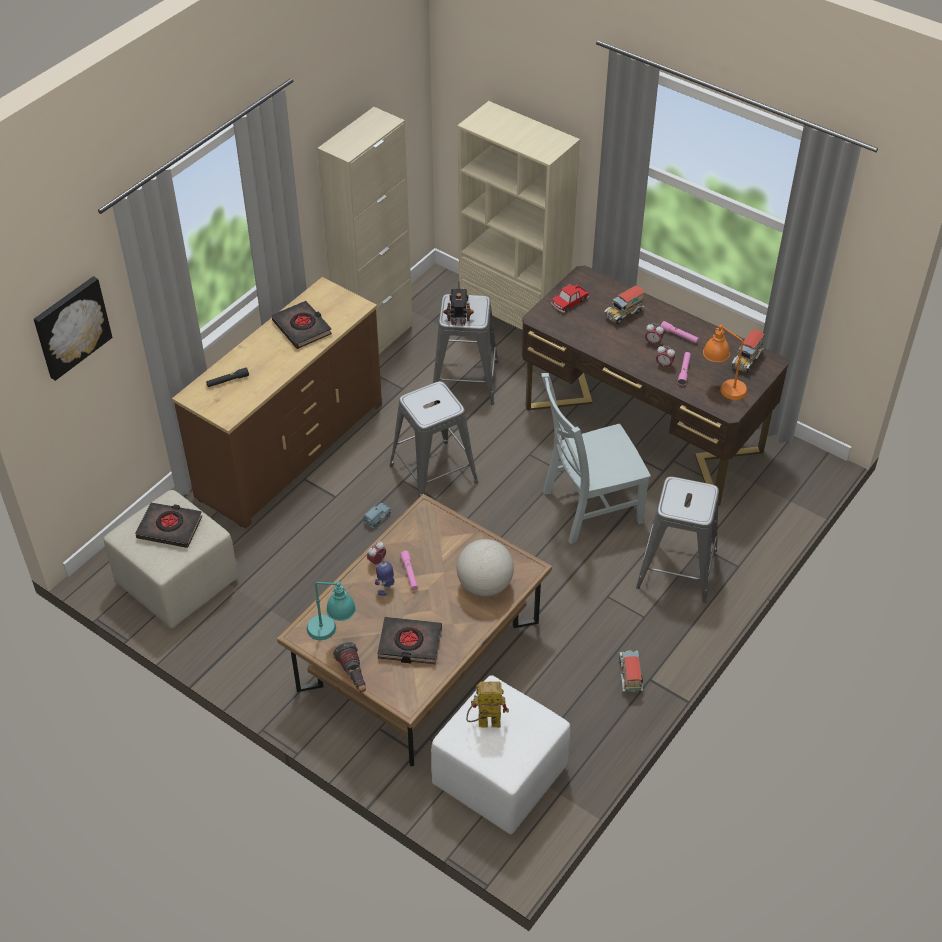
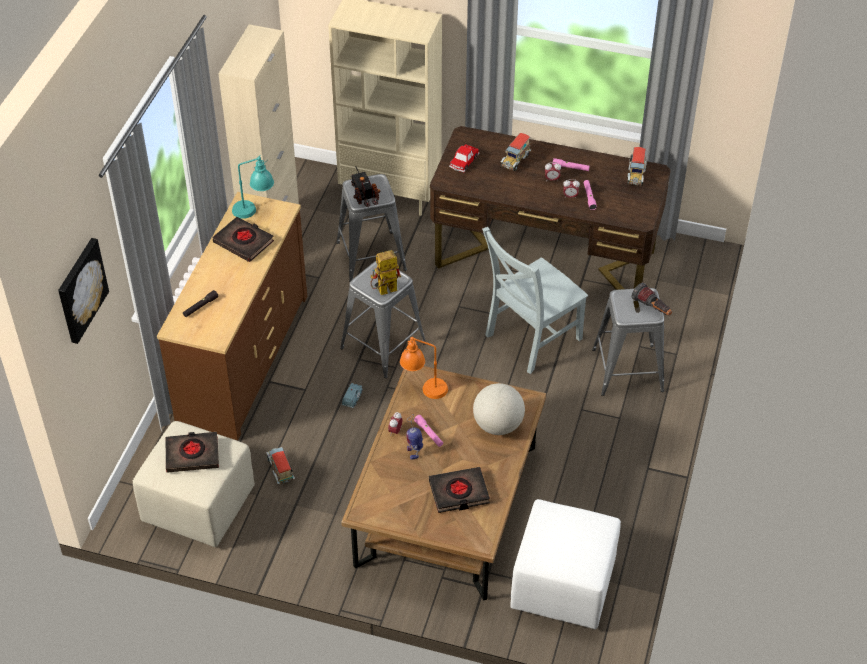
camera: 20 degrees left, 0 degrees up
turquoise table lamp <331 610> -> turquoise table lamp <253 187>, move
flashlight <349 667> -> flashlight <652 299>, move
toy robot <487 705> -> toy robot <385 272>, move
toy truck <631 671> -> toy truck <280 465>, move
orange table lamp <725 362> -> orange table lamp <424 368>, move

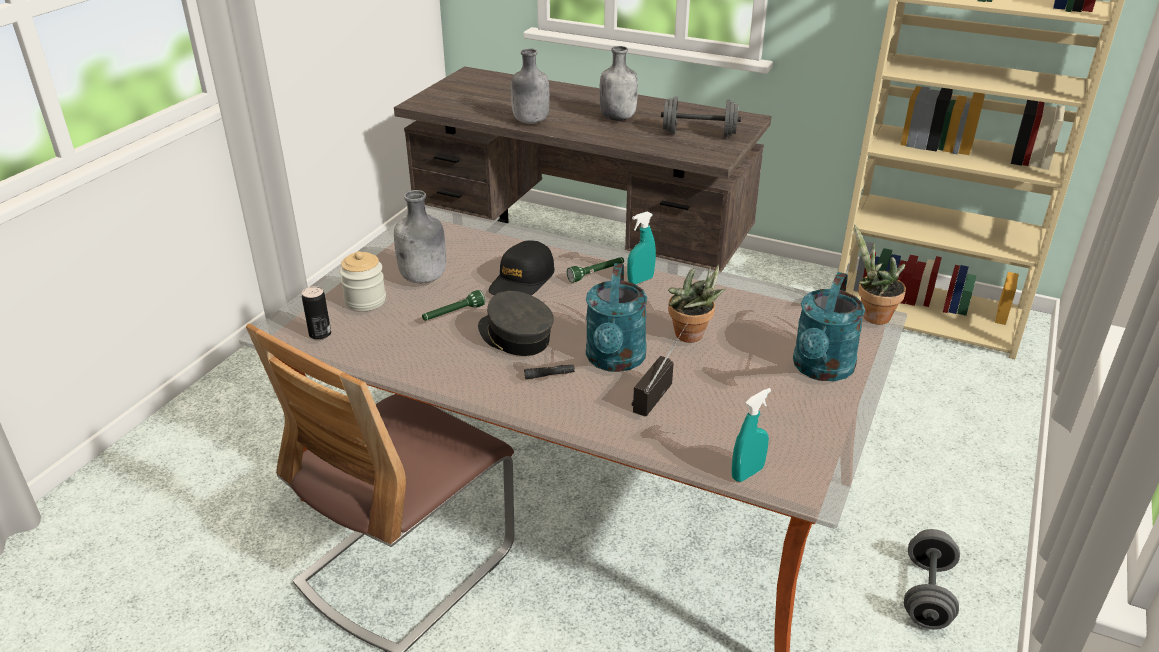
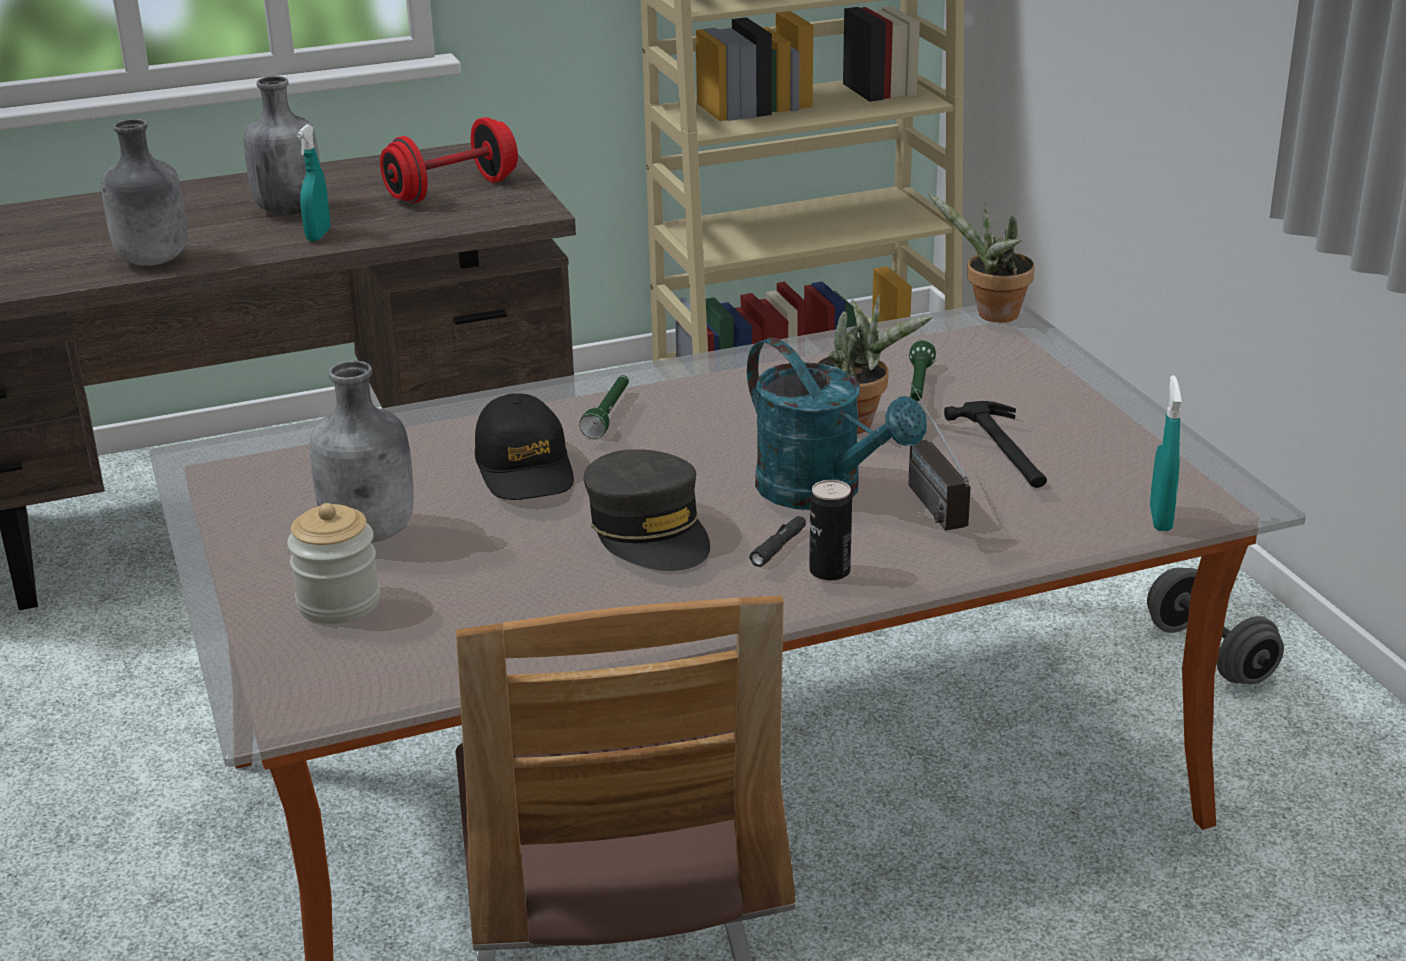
camera: 45 degrees left, 5 degrees down
turquoise watering can <829 326> -> none
none -> hammer <995 444>
can <316 313> -> can <830 530>, move
green flashlight <453 305> -> green flashlight <922 370>, move
turquoise spray bottle <641 248> -> turquoise spray bottle <313 183>, move
grey dumbbell <701 117> -> red dumbbell <449 160>
grey cap <516 323> -> grey cap <647 510>, 120 degrees counterclockwise

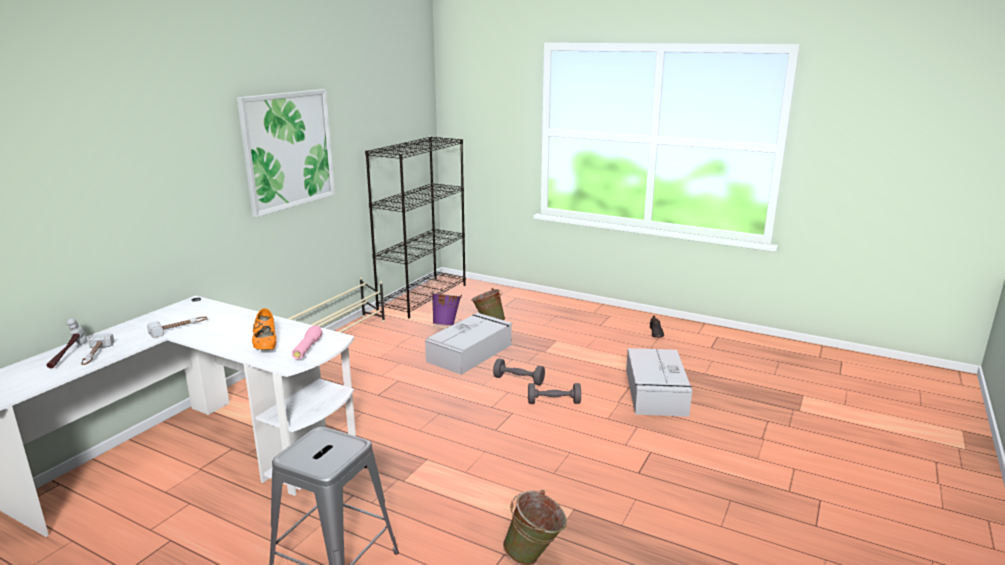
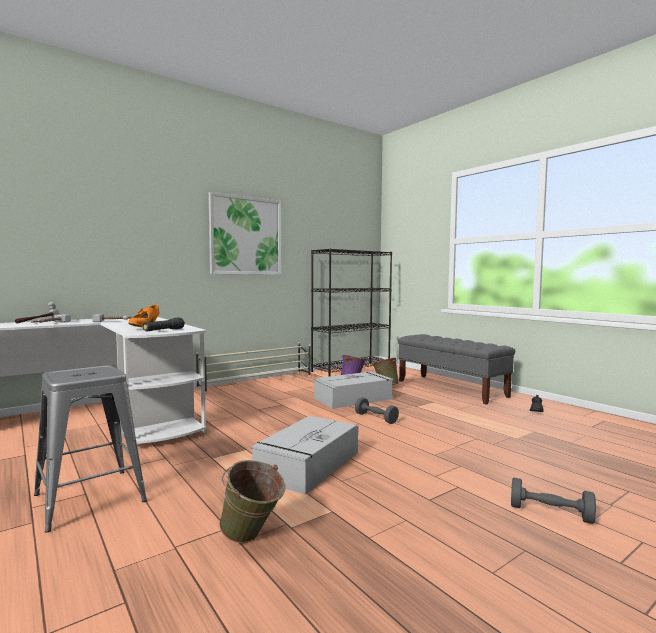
camera: 25 degrees right, 15 degrees down
none -> grey bench <456 369>
grey dumbbell <554 393> -> grey dumbbell <553 501>, move
grey storage box <659 382> -> grey storage box <304 455>, move
pink flashlight <307 342> -> black flashlight <164 324>

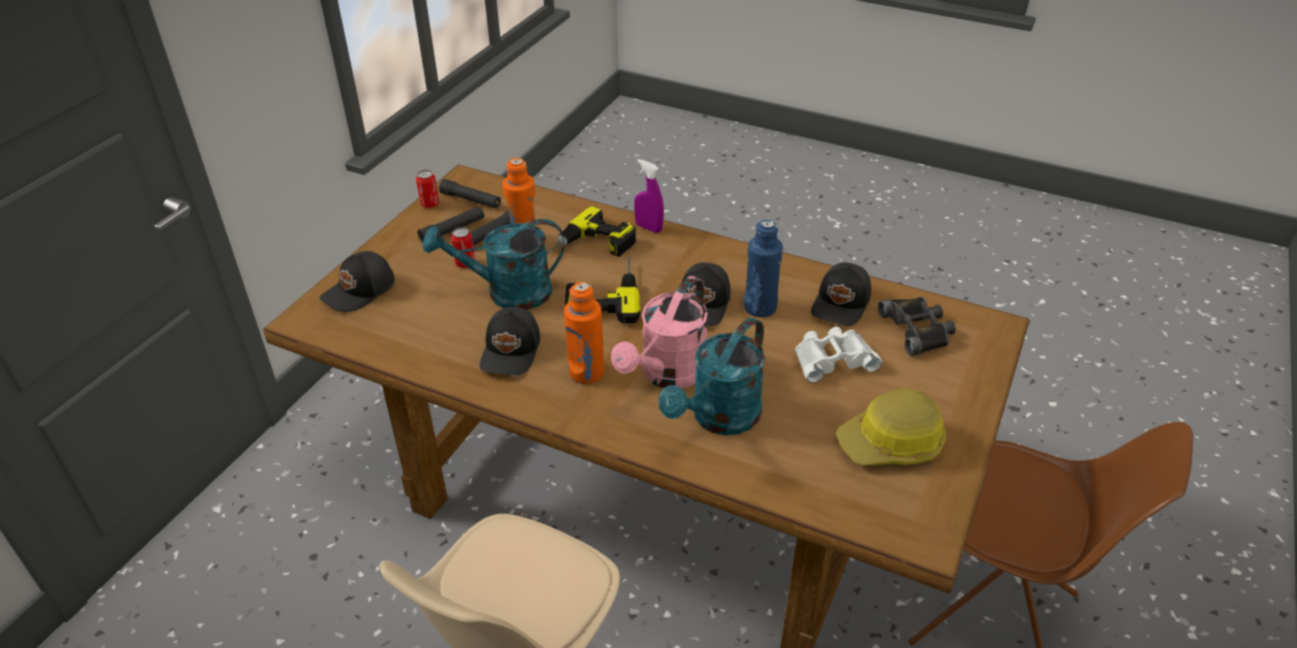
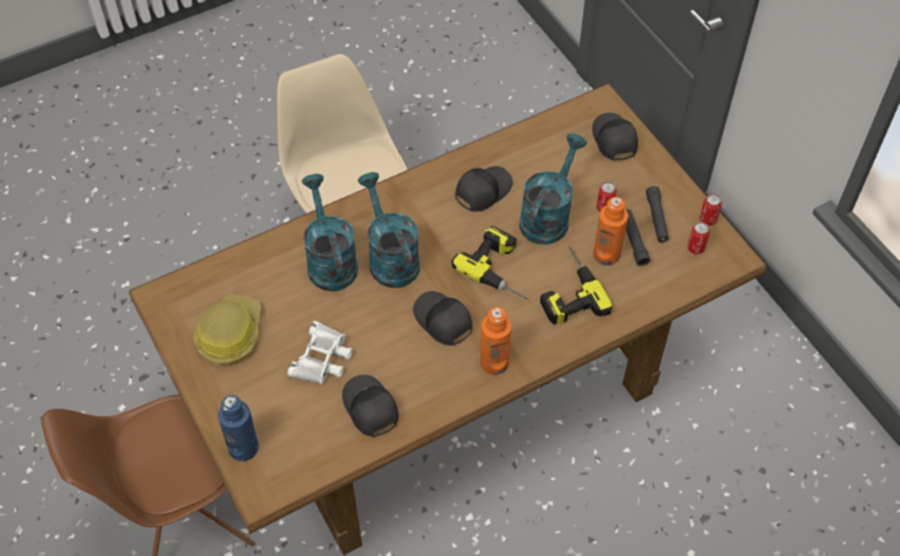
camera: 125 degrees right, 15 degrees up
purple spray bottle <649 196> -> none
black binoculars <917 326> -> none
orange bottle <584 333> -> orange bottle <496 341>, move
blue bottle <763 268> -> blue bottle <238 428>, move
black flashlight <470 193> -> can <698 238>
pink watering can <659 332> -> turquoise watering can <389 230>
black cap <510 341> -> black cap <484 189>, 90 degrees clockwise

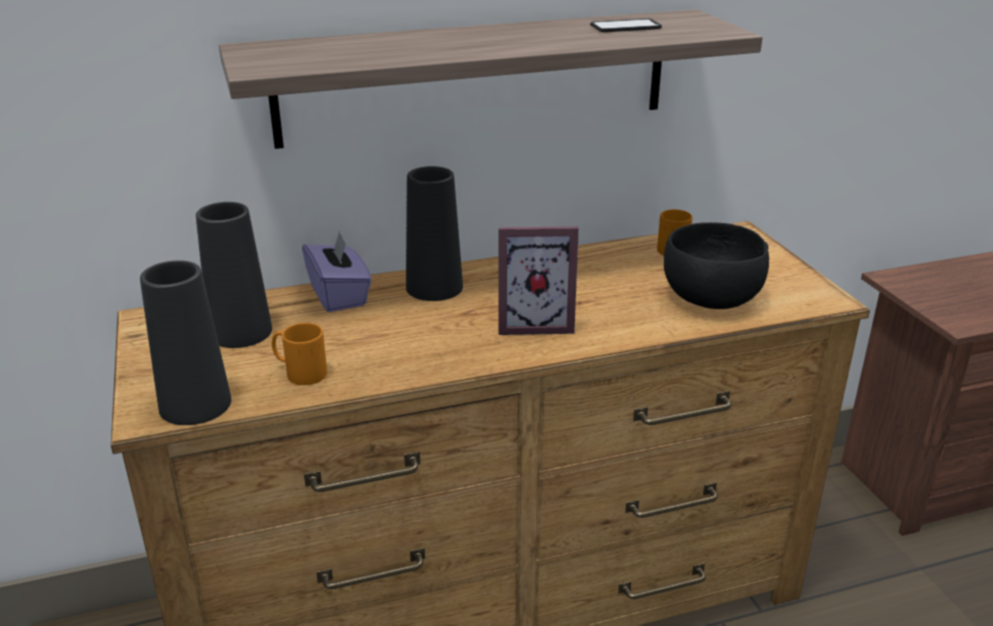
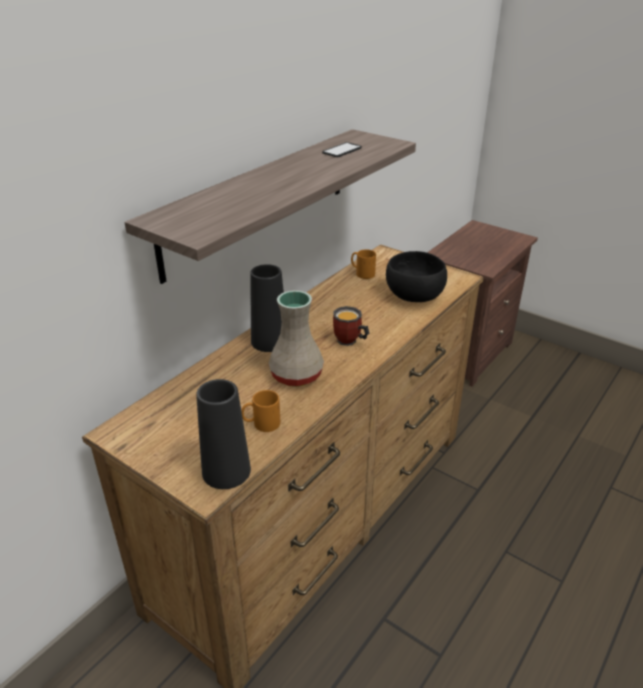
camera: 35 degrees left, 5 degrees up
black vase <234 275> -> none
purple tissue box <337 271> -> none
none -> beige vase <296 338>
picture frame <539 280> -> mug <351 326>

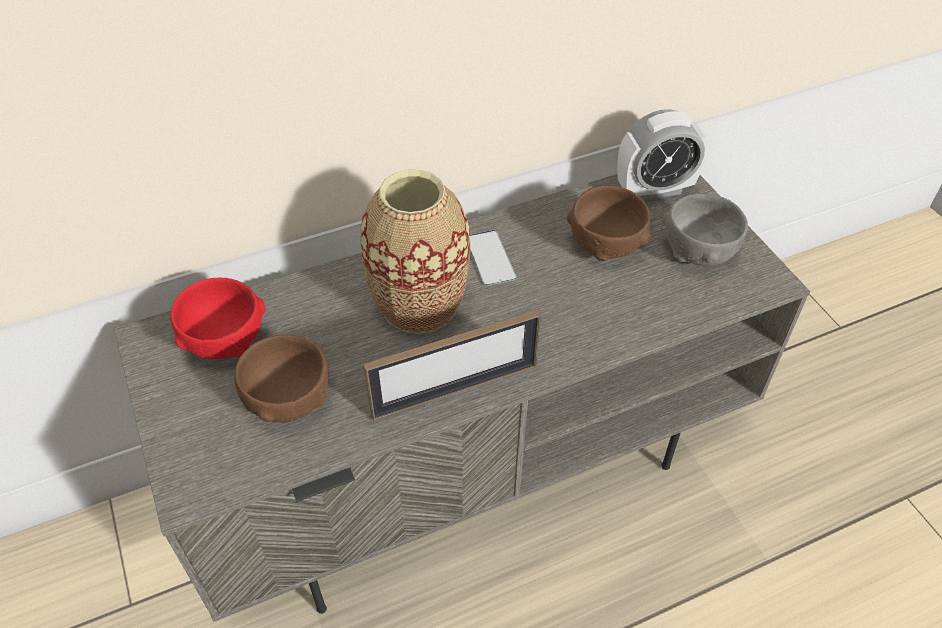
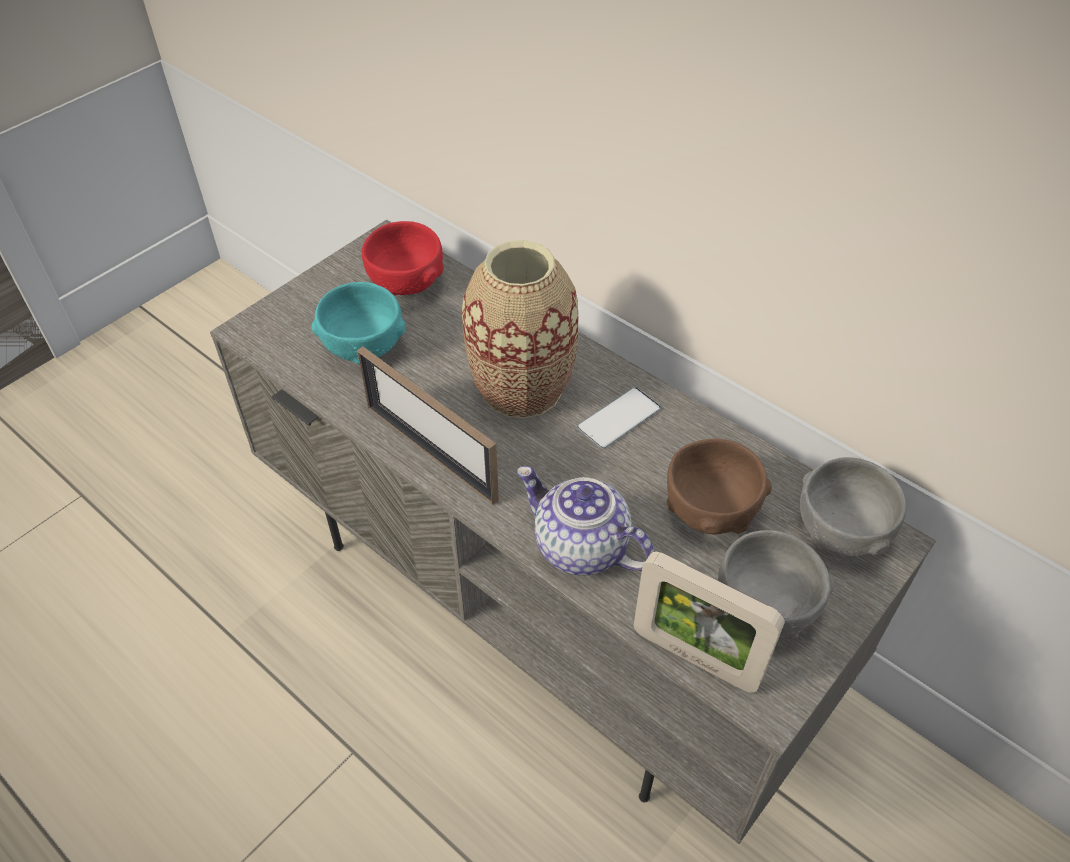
camera: 65 degrees right, 0 degrees up
none -> teapot <585 520>
none -> picture frame <709 622>
alarm clock <662 155> -> grey bowl <853 506>
brown bowl <281 379> -> turquoise bowl <359 323>

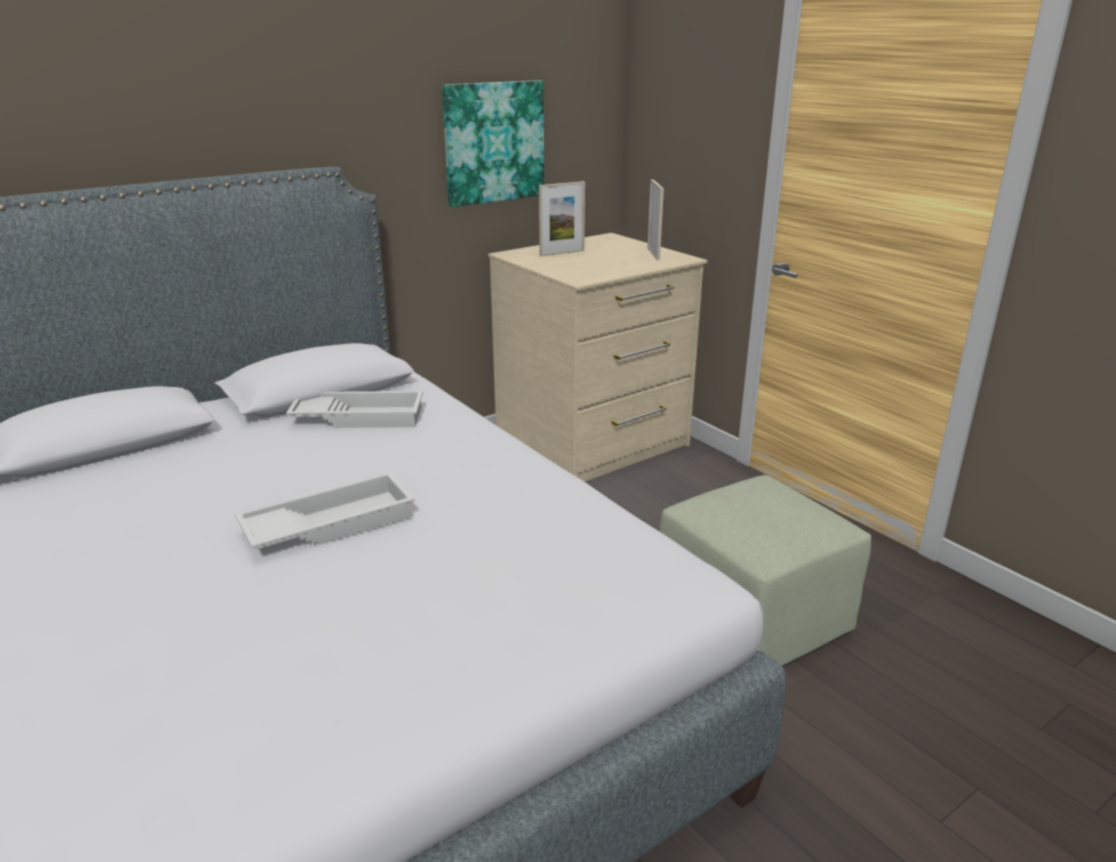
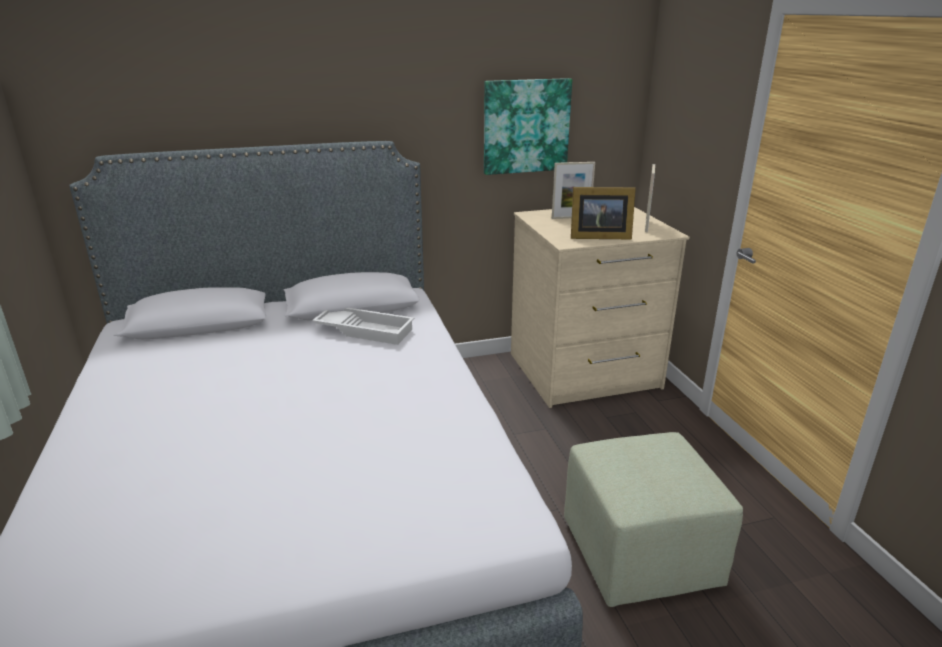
camera: 20 degrees right, 0 degrees up
white tray <325 510> -> none
none -> picture frame <603 213>

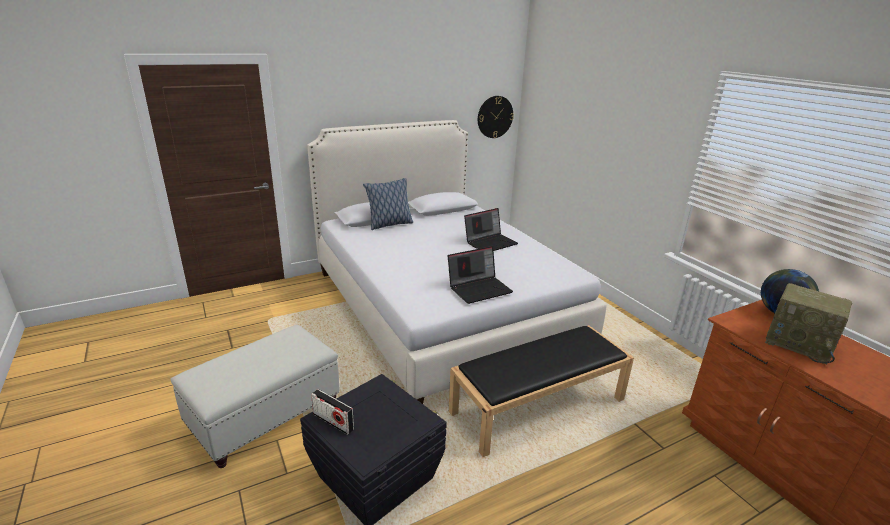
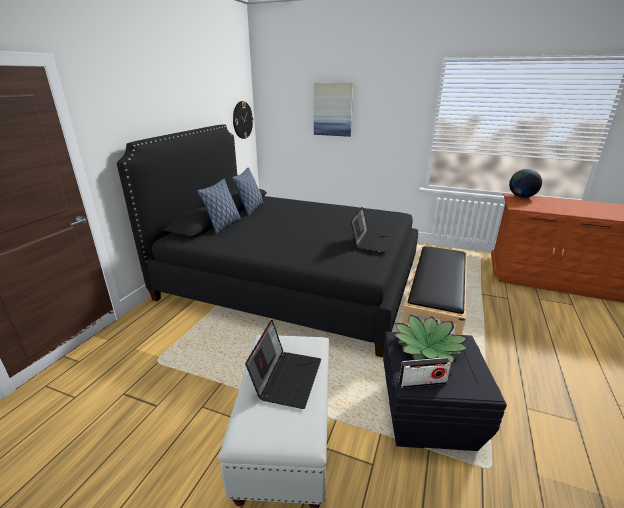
camera: 40 degrees left, 0 degrees up
radio <808 323> -> none
none -> pillow <247 192>
none -> picture <333 110>
none -> potted plant <431 338>
laptop <491 229> -> laptop <283 364>, move
white bed <456 262> -> black bed <267 240>

